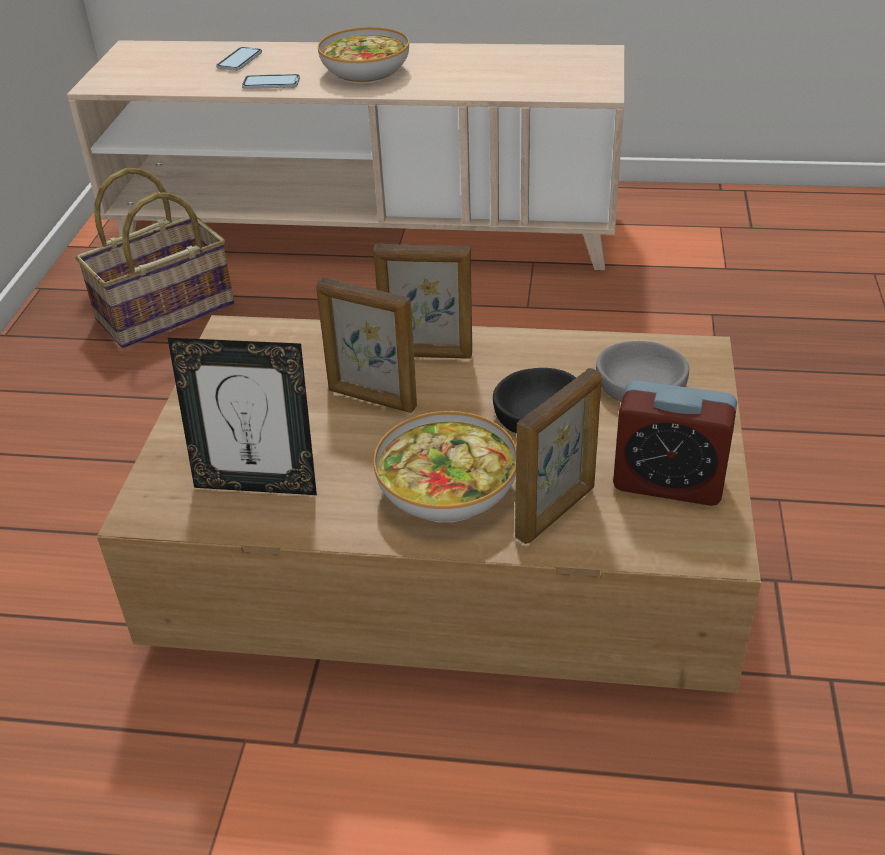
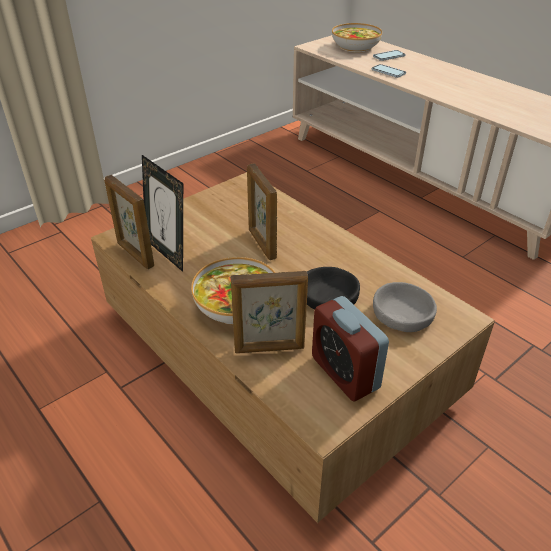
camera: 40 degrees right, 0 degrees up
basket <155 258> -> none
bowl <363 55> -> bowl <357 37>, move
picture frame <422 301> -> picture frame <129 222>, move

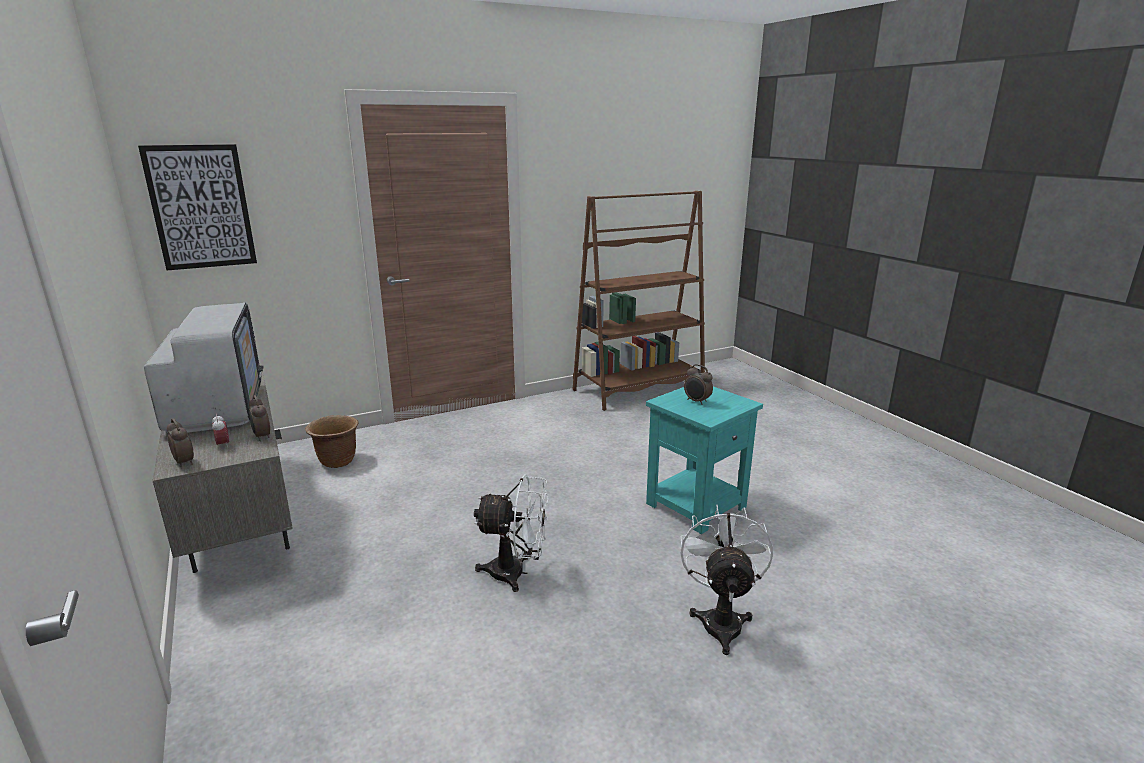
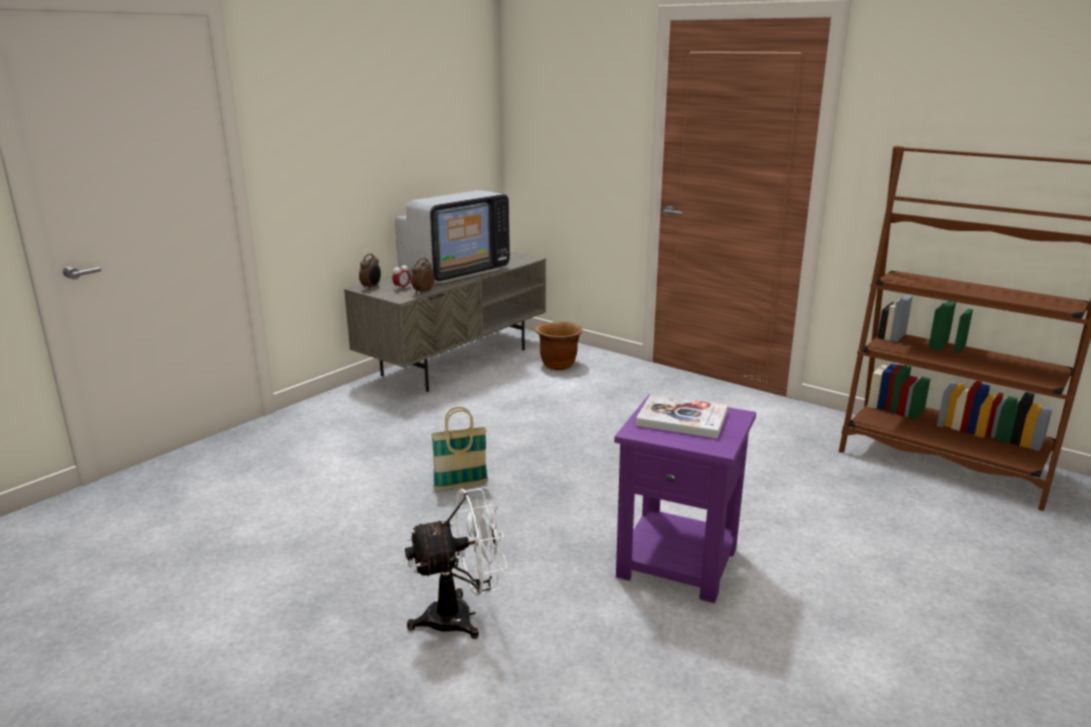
camera: 65 degrees right, 0 degrees up
picture <197 207> -> none
white fan <511 533> -> basket <459 449>
alarm clock <698 384> -> book <682 416>
turquoise side table <704 460> -> purple side table <685 498>

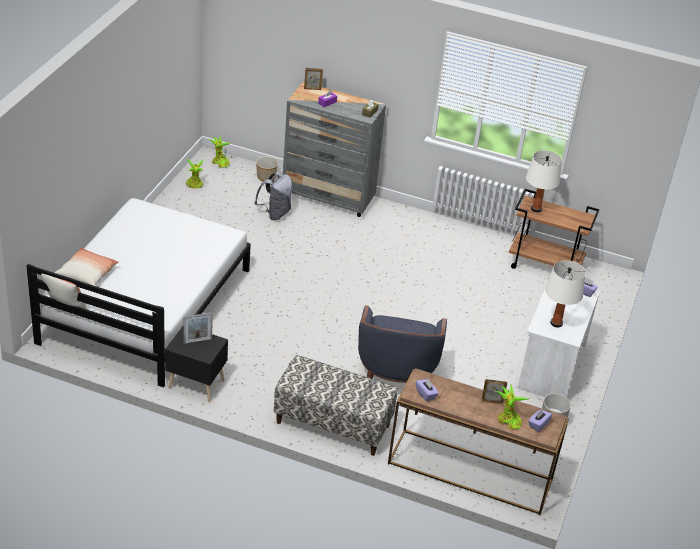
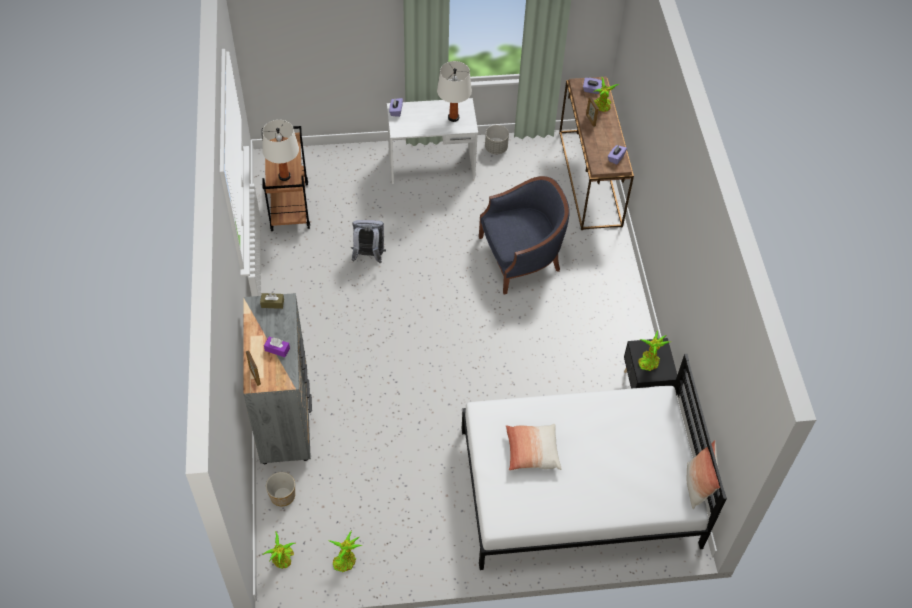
camera: 115 degrees left, 15 degrees up
bench <336 405> -> none
pillow <87 267> -> pillow <534 447>, move
grey backpack <273 196> -> grey backpack <368 241>, move
picture frame <198 328> -> potted plant <654 350>

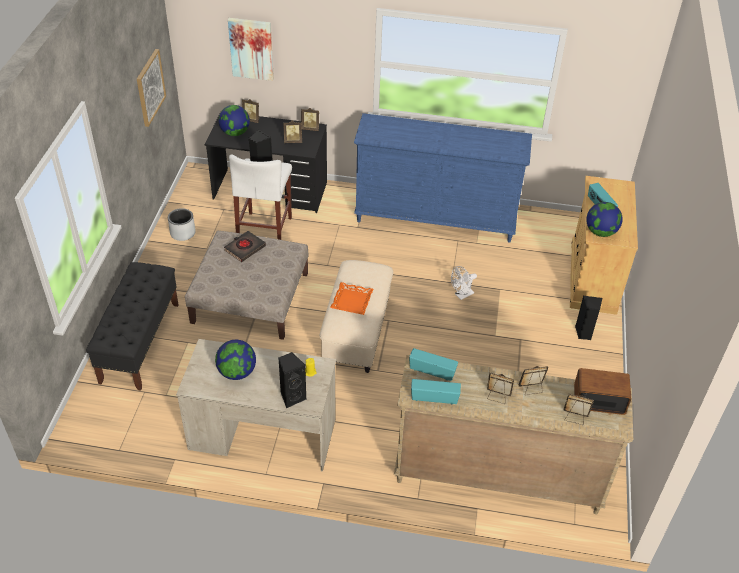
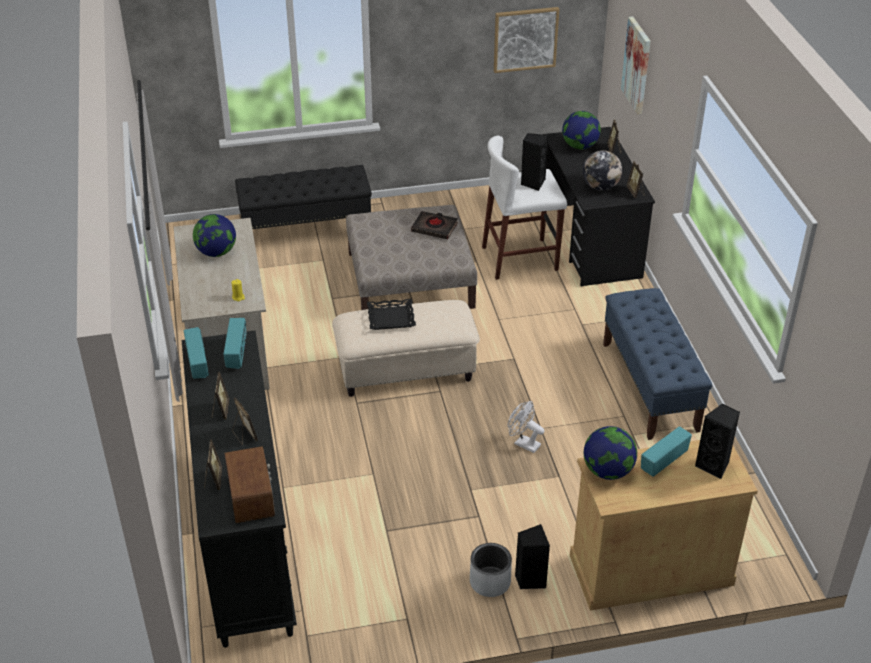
camera: 70 degrees right, 5 degrees down
grey planter <182 224> -> grey planter <491 570>, move
black speaker <292 380> -> black speaker <717 441>, move
picture frame <292 131> -> globe <602 170>
blue dresser <443 178> -> blue bench <657 364>
orange tray <351 298> -> black tray <391 314>
beige dresser <513 435> -> black dresser <239 489>

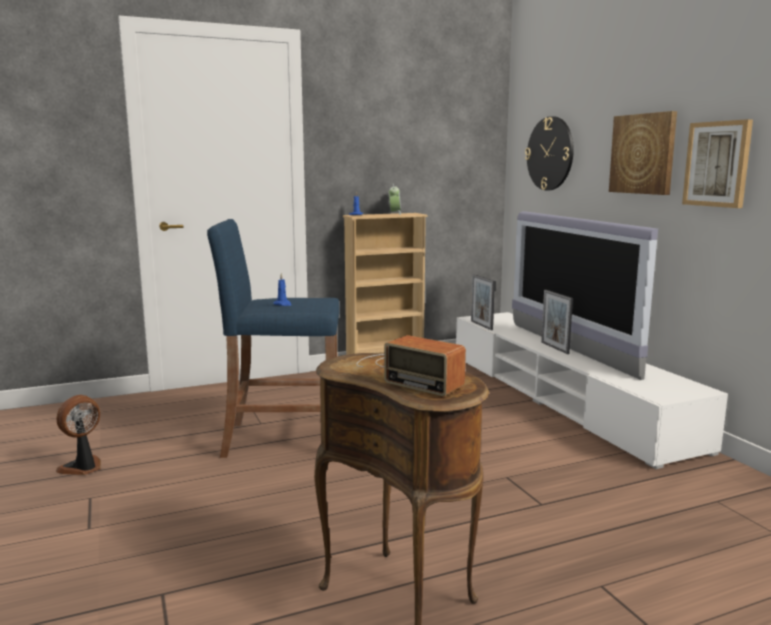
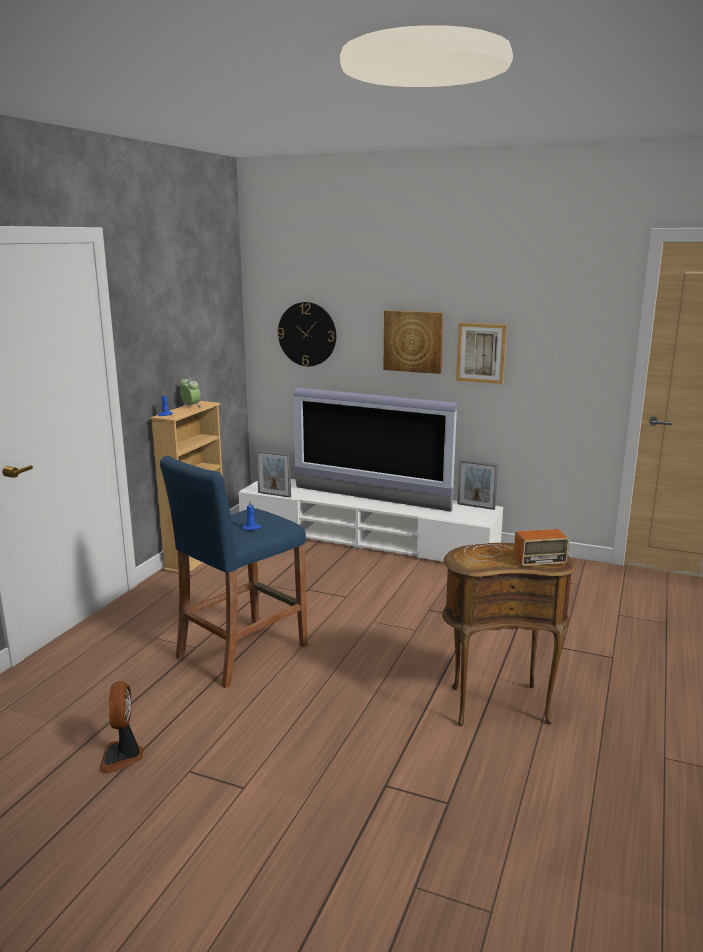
camera: 45 degrees left, 5 degrees up
picture frame <557 322> -> picture frame <477 485>, move

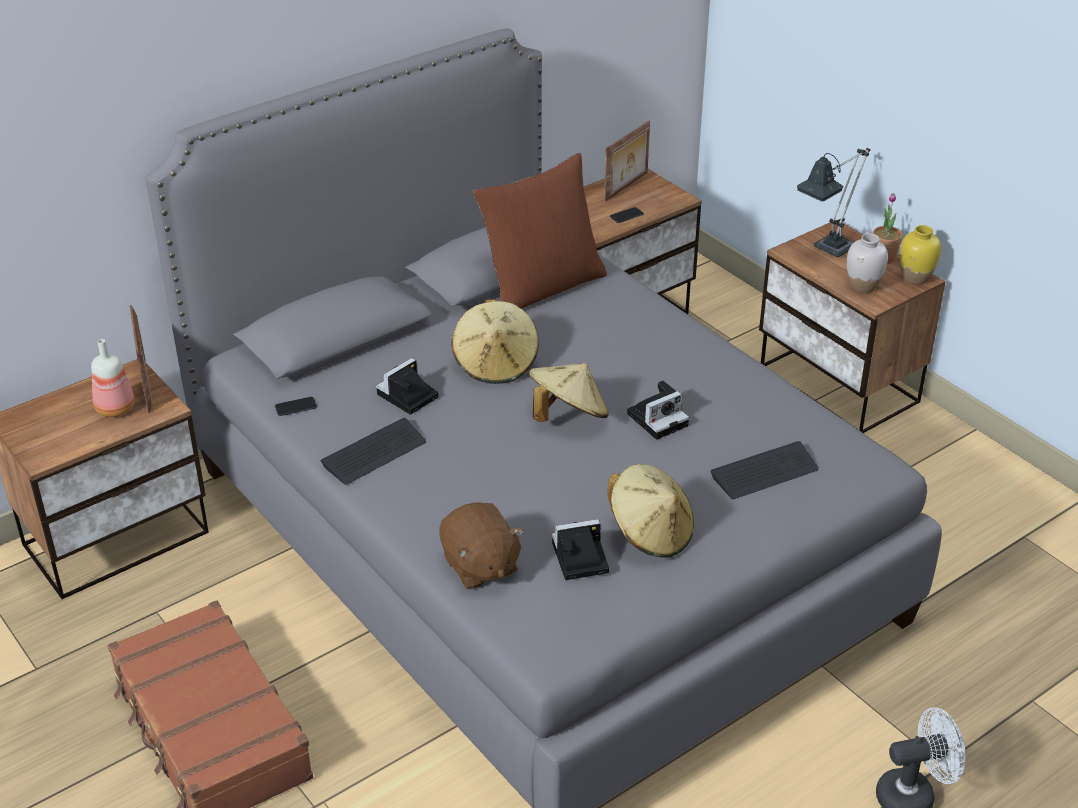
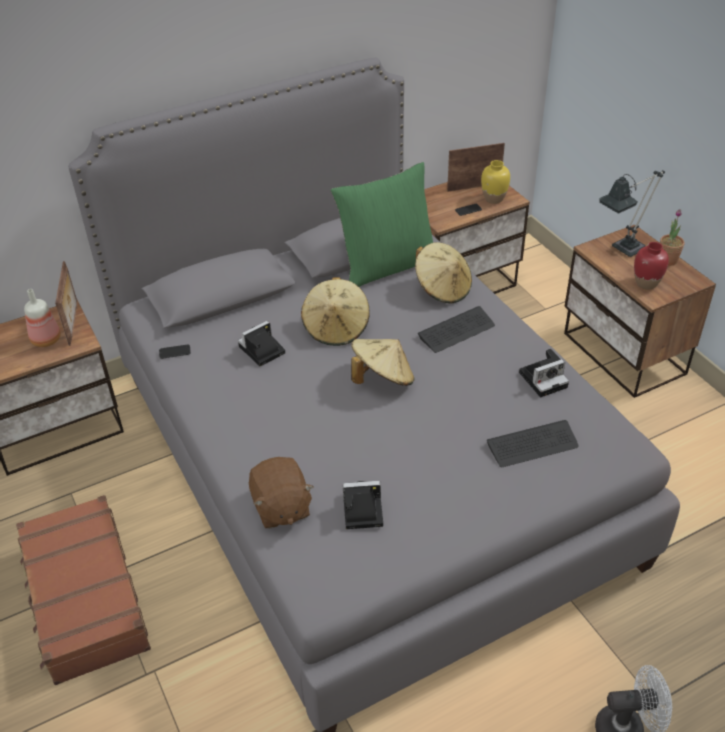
camera: 10 degrees right, 5 degrees up
keyboard <373 451> -> keyboard <456 329>, move
beige hat <650 511> -> beige hat <443 273>, move
photo camera <658 410> -> photo camera <544 373>, move
yellow vase <920 255> -> yellow vase <495 182>, move
brown pillow <540 231> -> green pillow <382 224>
white vase <867 263> -> red vase <651 266>
picture frame <627 161> -> picture frame <476 167>, 150 degrees counterclockwise

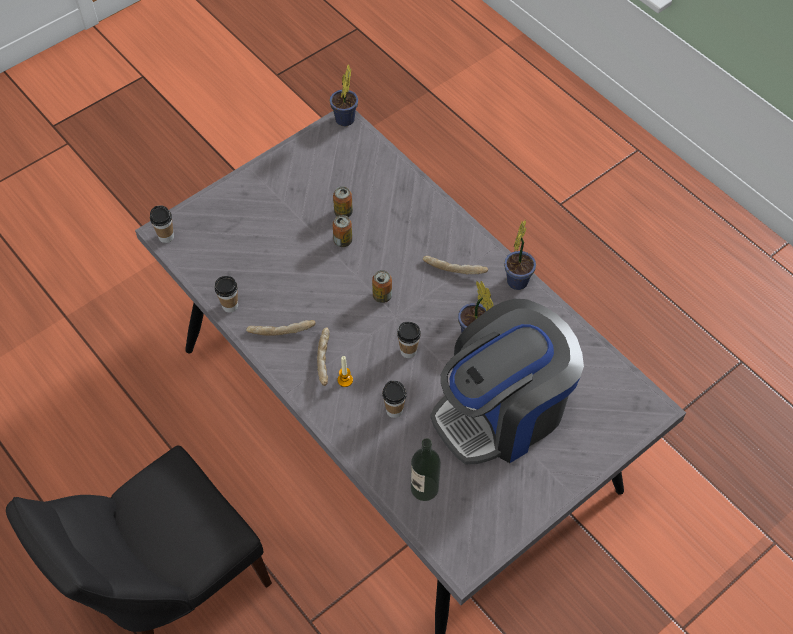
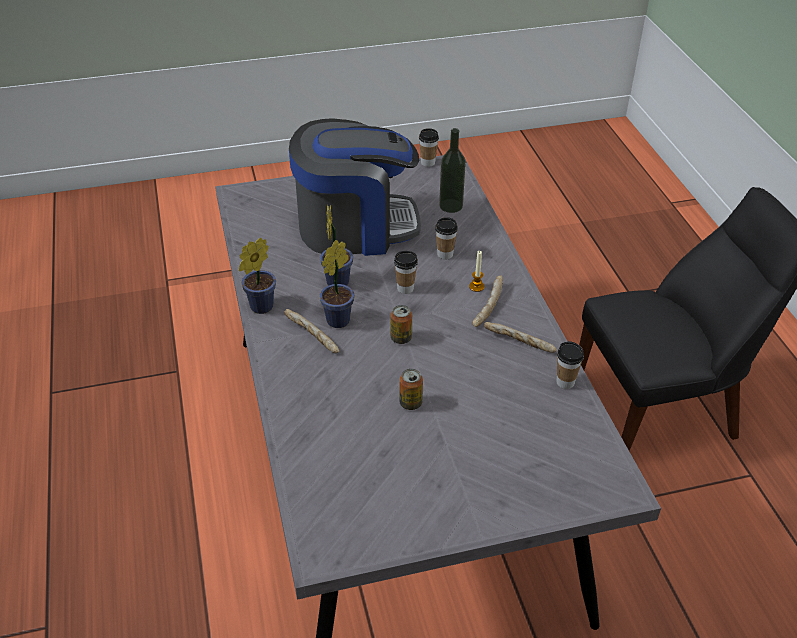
camera: 155 degrees left, 15 degrees down
can <343 202> -> none
cup <162 224> -> cup <429 147>, move
potted plant <344 95> -> potted plant <337 284>, move

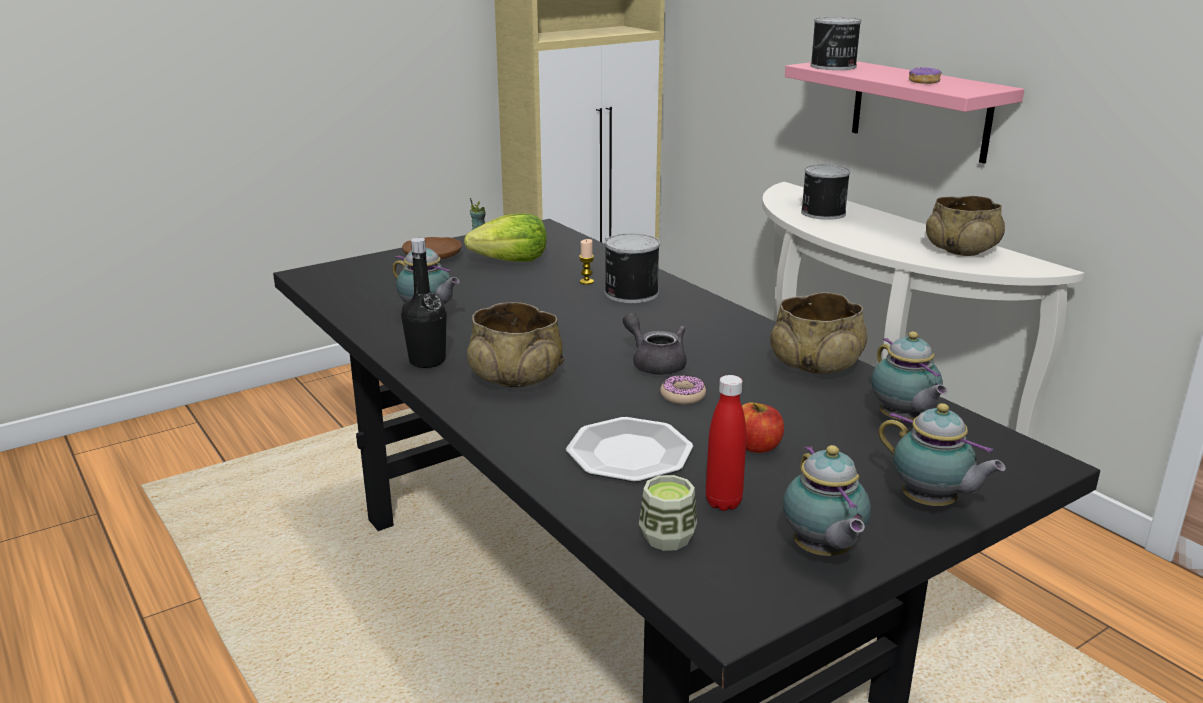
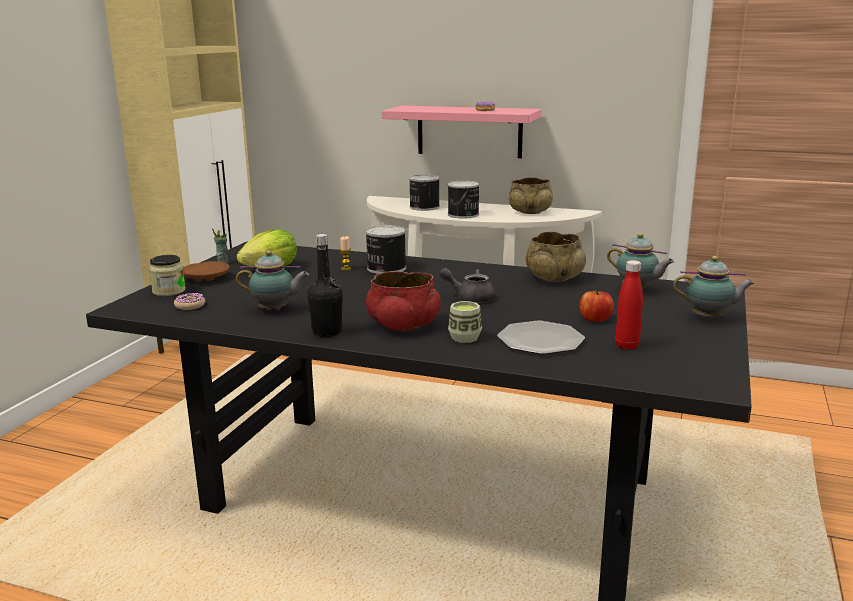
camera: 35 degrees left, 5 degrees down
teapot <827 501> -> none
none -> jar <167 275>
cup <668 513> -> cup <465 322>, move
donut <683 390> -> donut <189 301>, move
can <835 43> -> can <464 200>, move
beige bowl <515 345> -> red bowl <403 301>

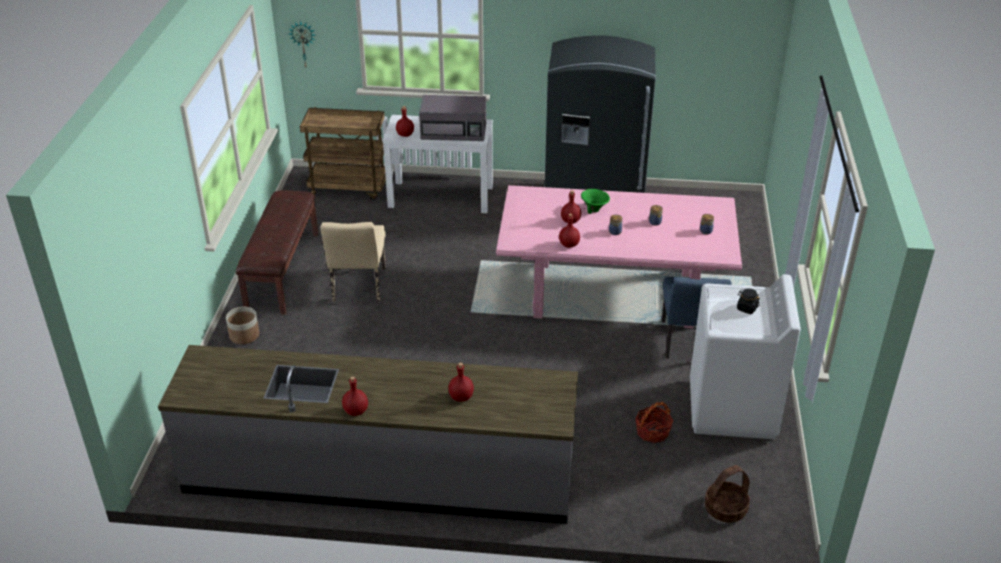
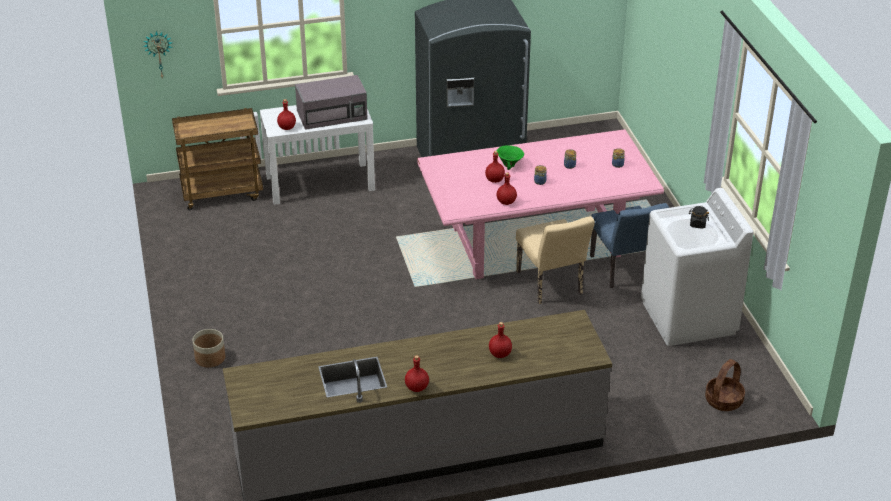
camera: 20 degrees left, 0 degrees up
brown bench <277 252> -> none
basket <654 422> -> none
beige chair <353 262> -> beige chair <555 260>, move

